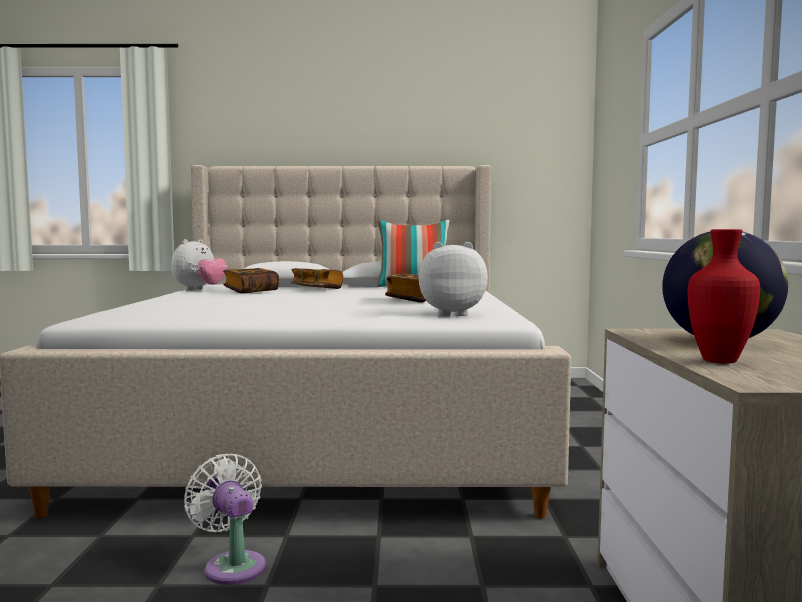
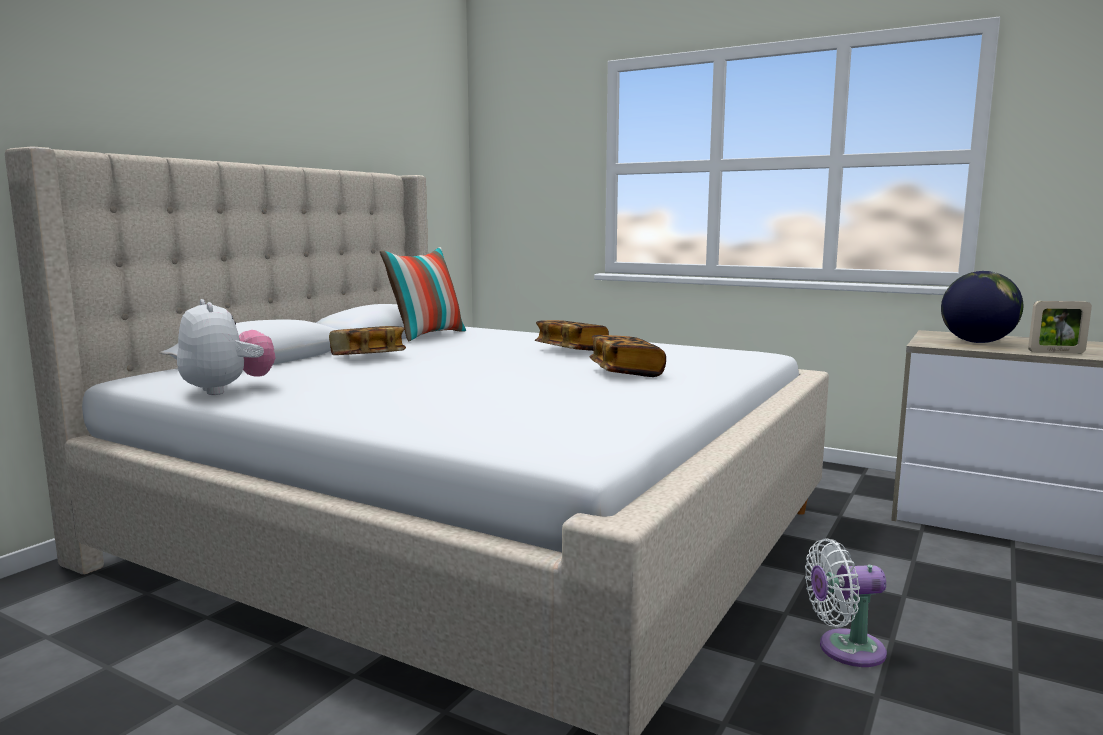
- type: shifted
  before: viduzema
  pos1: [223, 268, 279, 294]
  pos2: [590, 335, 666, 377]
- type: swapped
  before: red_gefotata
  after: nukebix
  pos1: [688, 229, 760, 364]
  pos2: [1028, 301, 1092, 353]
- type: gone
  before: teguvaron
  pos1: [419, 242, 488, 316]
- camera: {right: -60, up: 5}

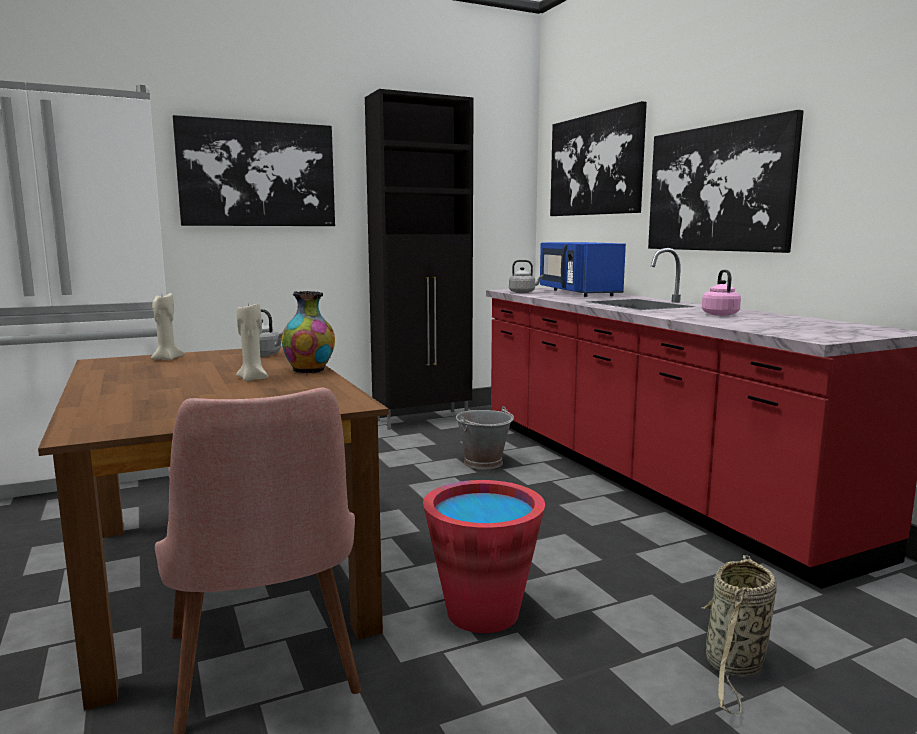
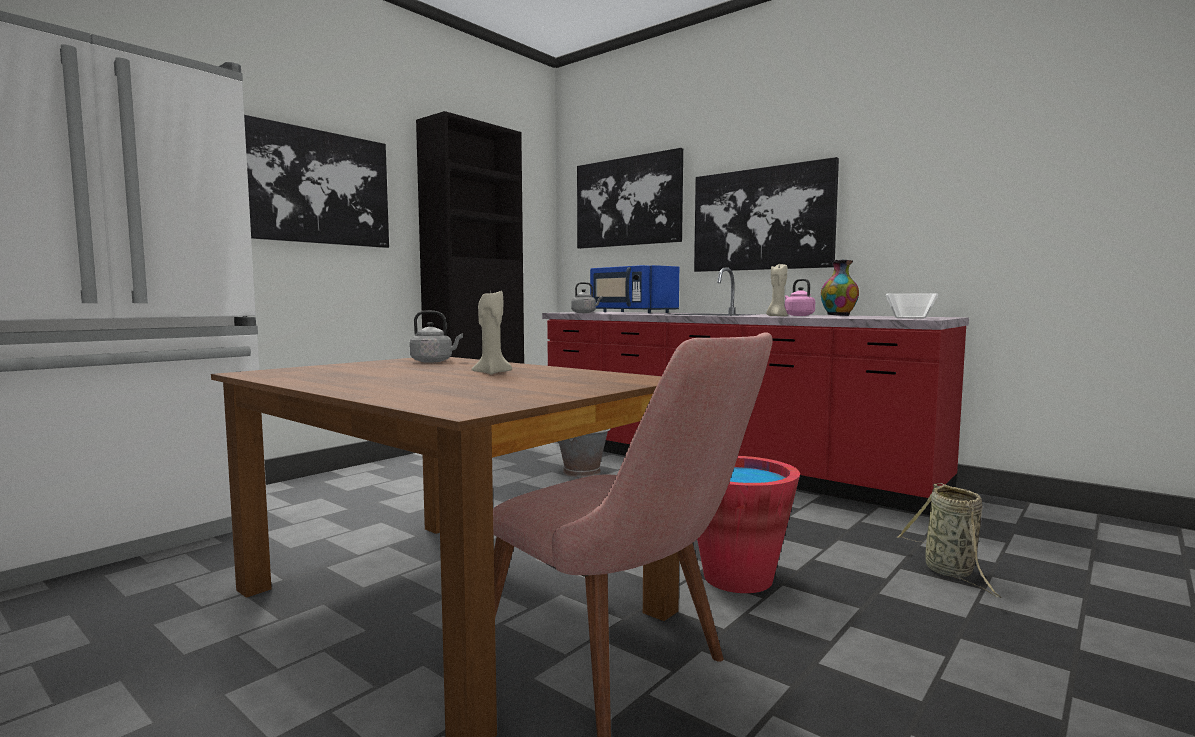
- type: shifted
  before: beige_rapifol
  pos1: [151, 293, 184, 361]
  pos2: [766, 264, 787, 317]
- type: shifted
  before: gefotata
  pos1: [282, 291, 335, 374]
  pos2: [821, 260, 859, 316]
- type: new
  after: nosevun
  pos2: [886, 293, 938, 319]
- camera: {right: -25, up: -5}

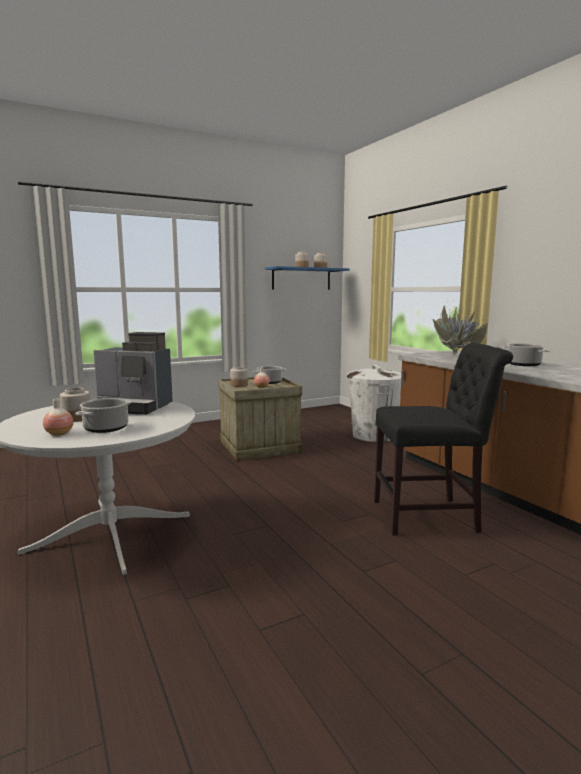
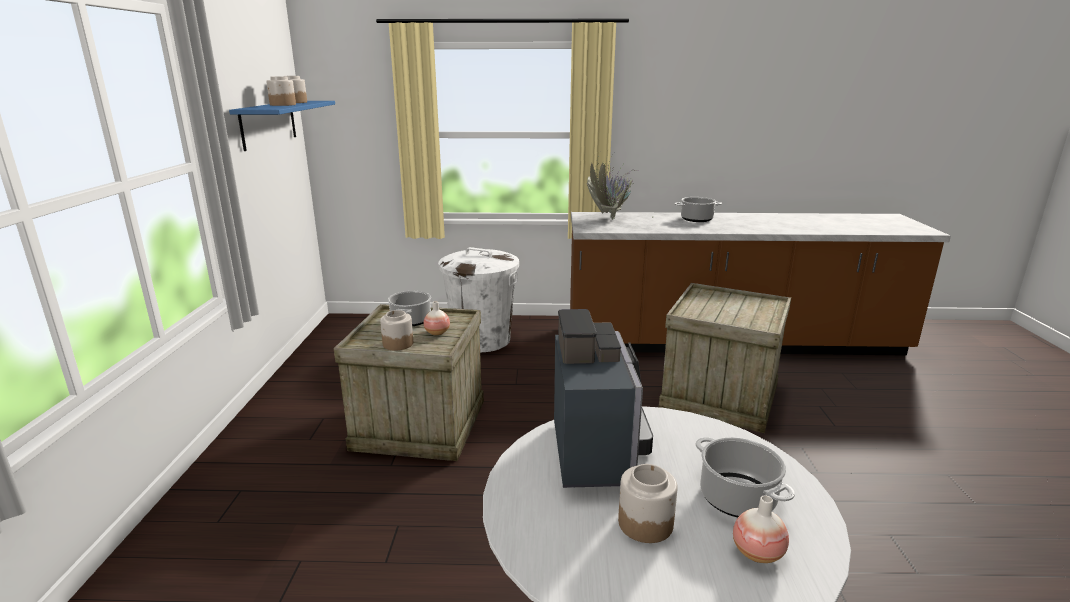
- type: rotated
  before: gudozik
  pos1: [94, 332, 173, 415]
  pos2: [554, 309, 653, 488]
  turn: -45
- type: swapped
  before: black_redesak
  after: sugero
  pos1: [374, 343, 513, 536]
  pos2: [659, 283, 791, 433]
- camera: {right: -60, up: 10}

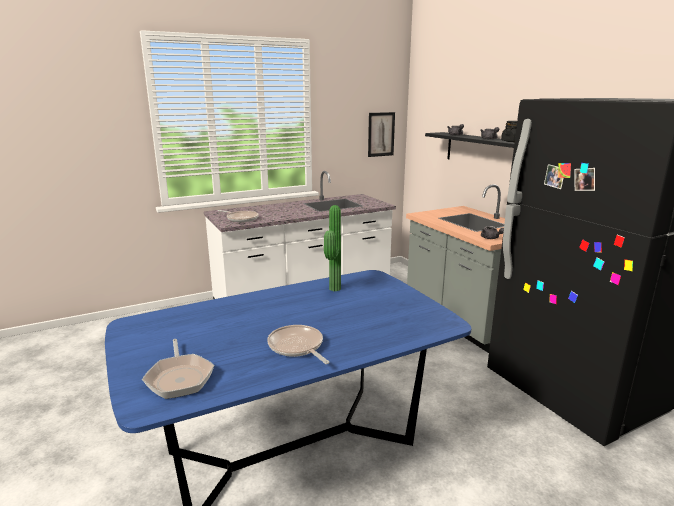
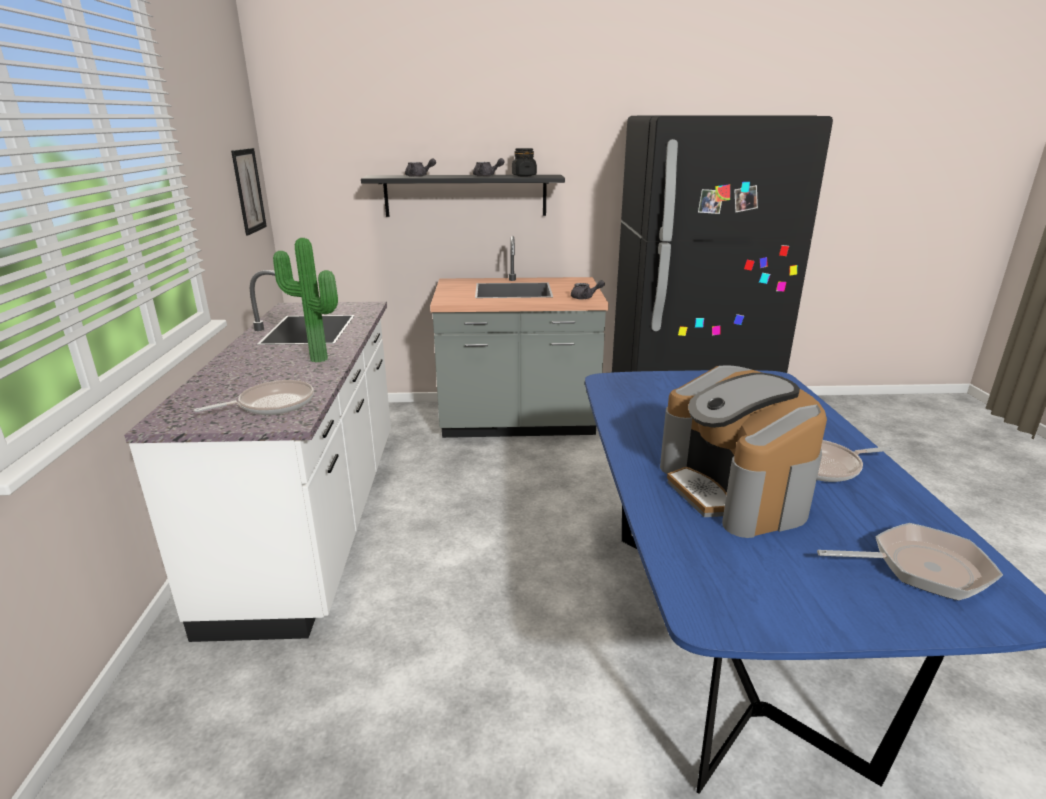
- type: shifted
  before: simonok
  pos1: [324, 205, 341, 291]
  pos2: [273, 238, 338, 362]
- type: new
  after: gudozik
  pos2: [660, 365, 827, 538]
- camera: {right: -65, up: 5}

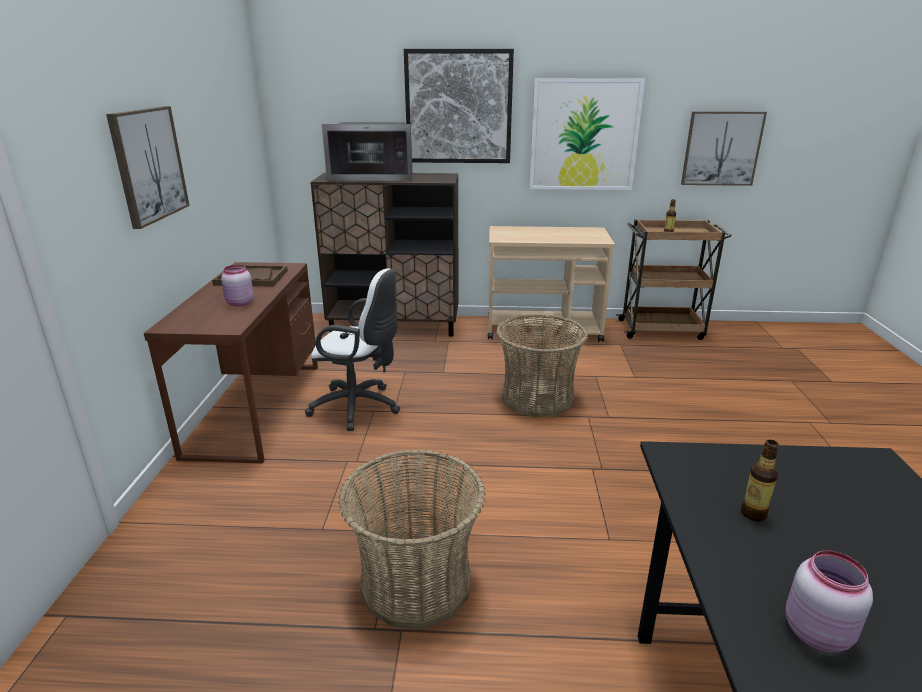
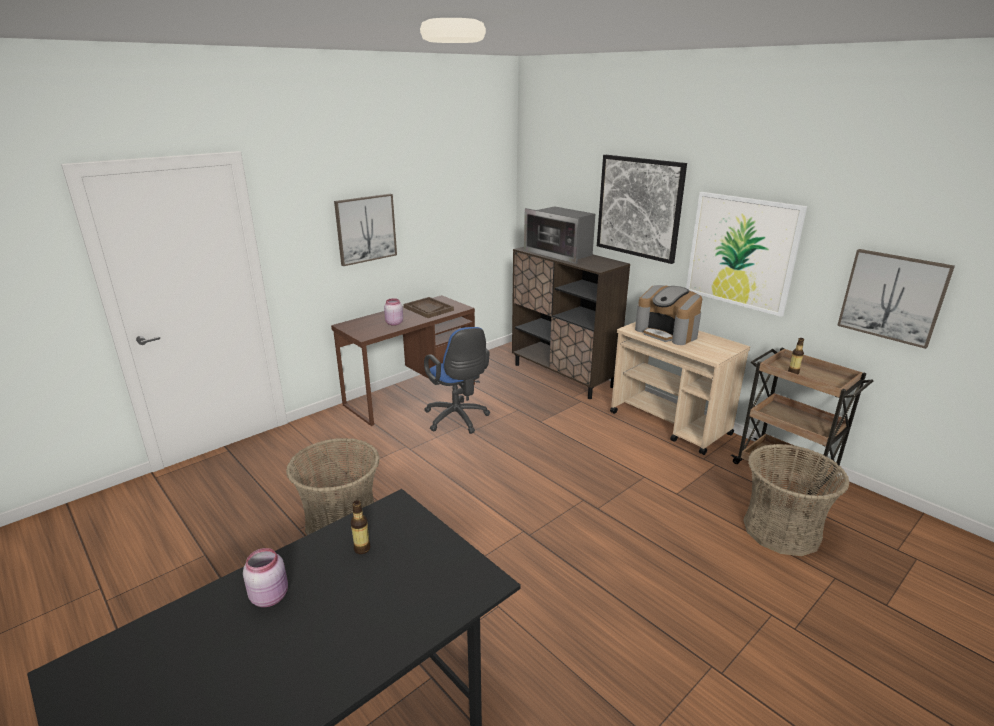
- type: repainted
  before: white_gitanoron
  after: blue_gitanoron
  pos1: [305, 268, 400, 431]
  pos2: [424, 327, 490, 434]
- type: new
  after: gudozik
  pos2: [635, 285, 702, 345]
- type: shifted
  before: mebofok
  pos1: [496, 313, 588, 417]
  pos2: [743, 444, 850, 556]
- camera: {right: 45, up: 0}

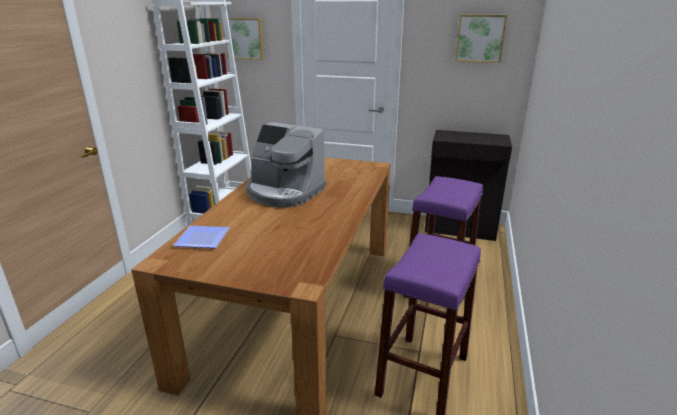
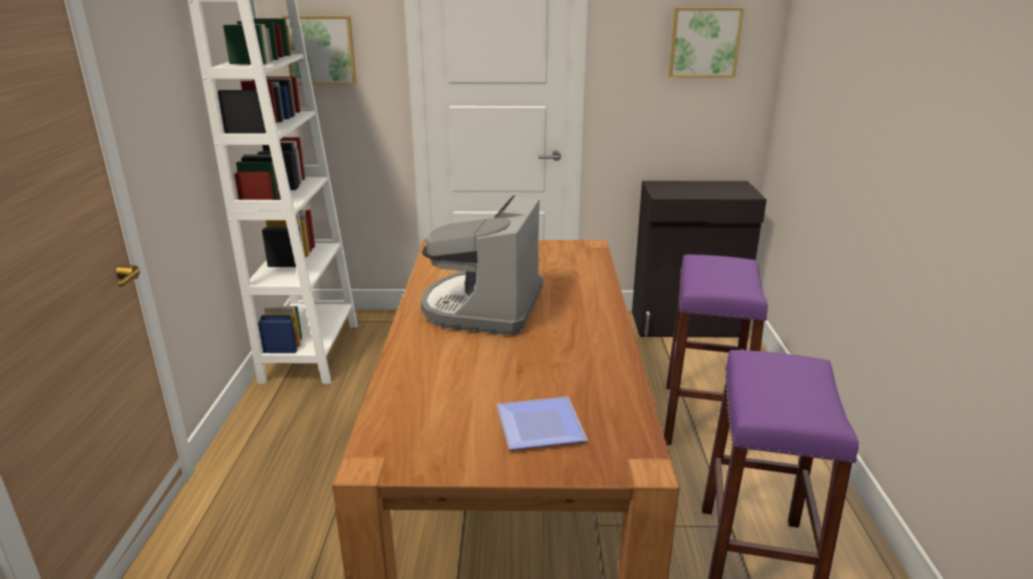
- type: rotated
  before: gudozik
  pos1: [246, 122, 326, 207]
  pos2: [421, 195, 543, 336]
  turn: 90
- type: shifted
  before: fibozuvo
  pos1: [173, 226, 230, 248]
  pos2: [497, 397, 588, 450]
- camera: {right: -15, up: 0}

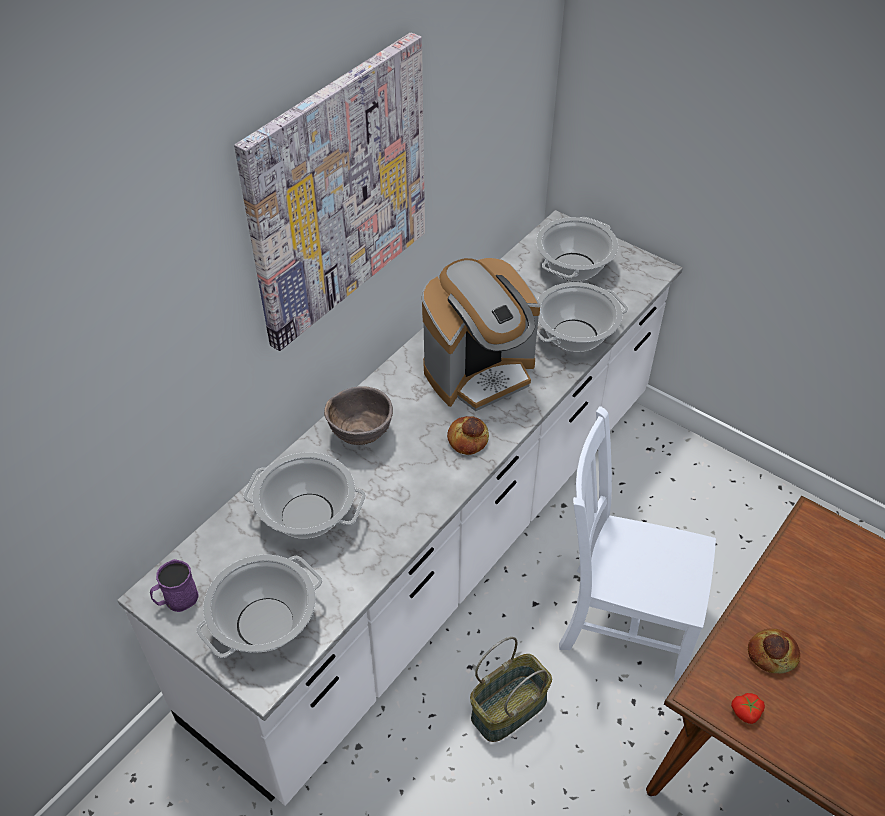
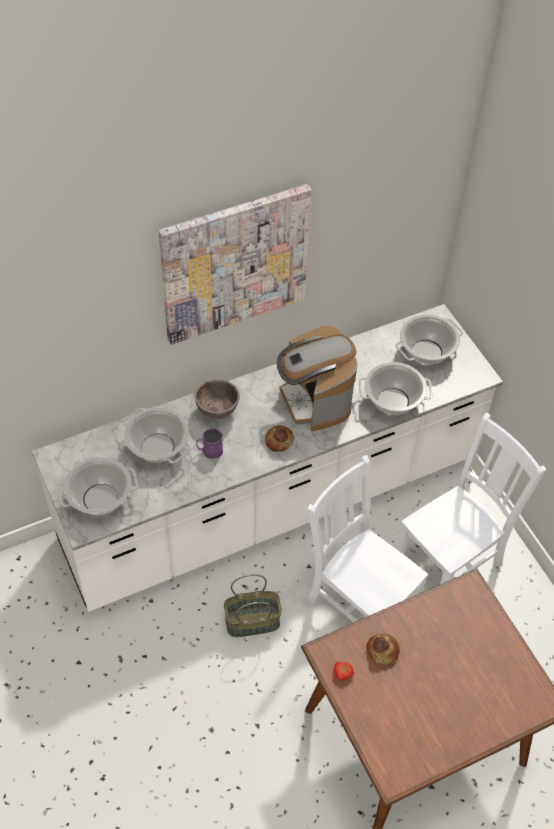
- type: shifted
  before: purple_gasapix
  pos1: [150, 559, 198, 612]
  pos2: [196, 428, 223, 459]
- type: rotated
  before: gudozik
  pos1: [422, 258, 540, 411]
  pos2: [277, 325, 358, 431]
  turn: 75
- type: new
  after: white_redesak
  pos2: [396, 413, 546, 584]
- camera: {right: 25, up: 5}

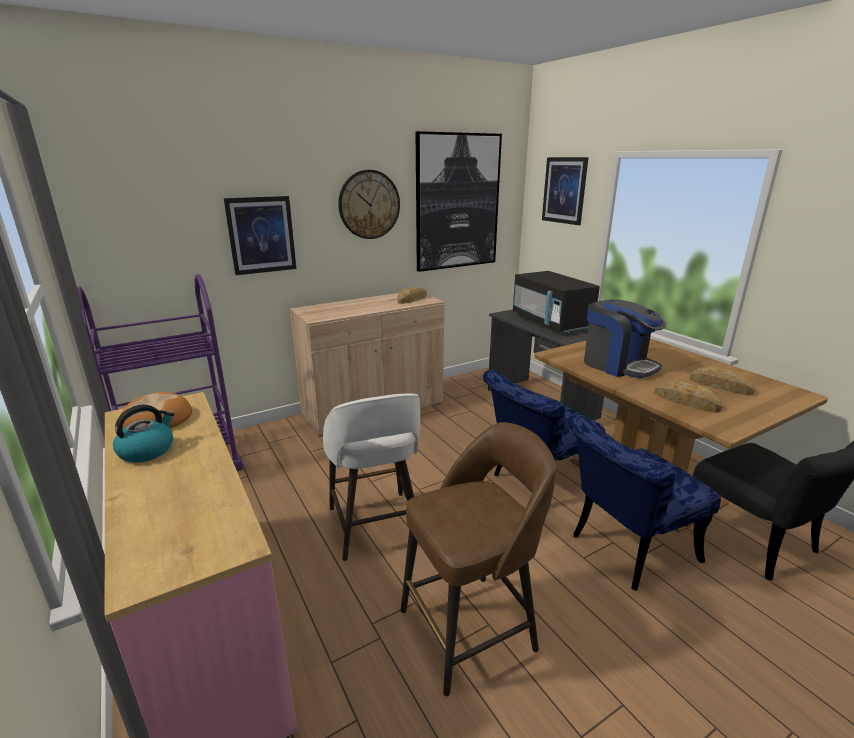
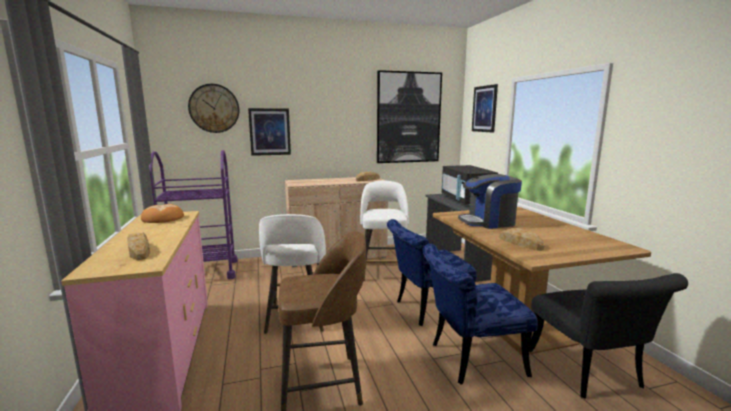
- type: shifted
  before: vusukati
  pos1: [689, 366, 756, 395]
  pos2: [127, 232, 150, 260]
- type: shifted
  before: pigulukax
  pos1: [338, 170, 400, 239]
  pos2: [188, 84, 239, 133]
- type: new
  after: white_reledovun
  pos2: [360, 181, 409, 281]
- type: rotated
  before: gudozik
  pos1: [584, 299, 666, 378]
  pos2: [458, 174, 522, 229]
  turn: 105
- type: gone
  before: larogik
  pos1: [113, 405, 174, 463]
- camera: {right: 15, up: -10}

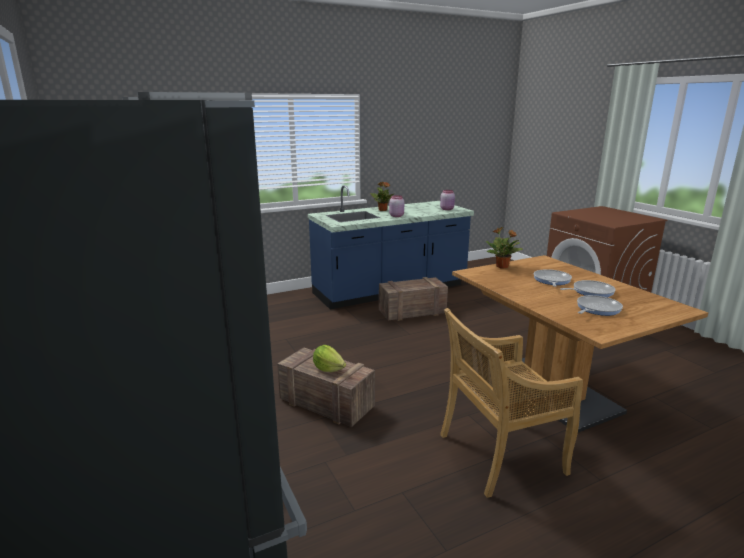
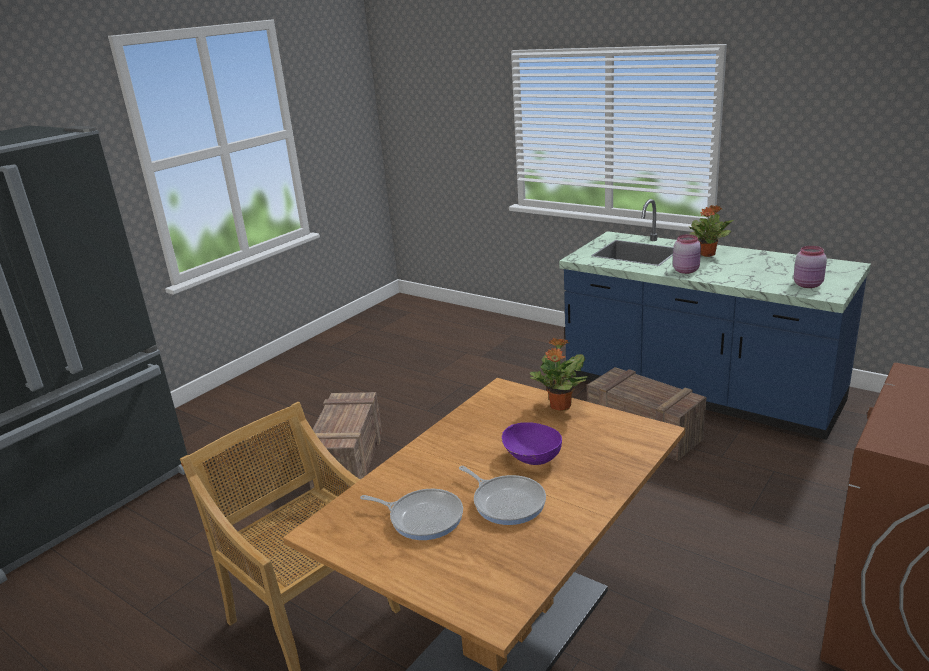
- type: swapped
  before: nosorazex
  after: purple_nosevun
  pos1: [534, 269, 572, 287]
  pos2: [502, 422, 562, 465]
- type: gone
  before: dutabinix
  pos1: [313, 345, 346, 372]
- camera: {right: 65, up: 5}

